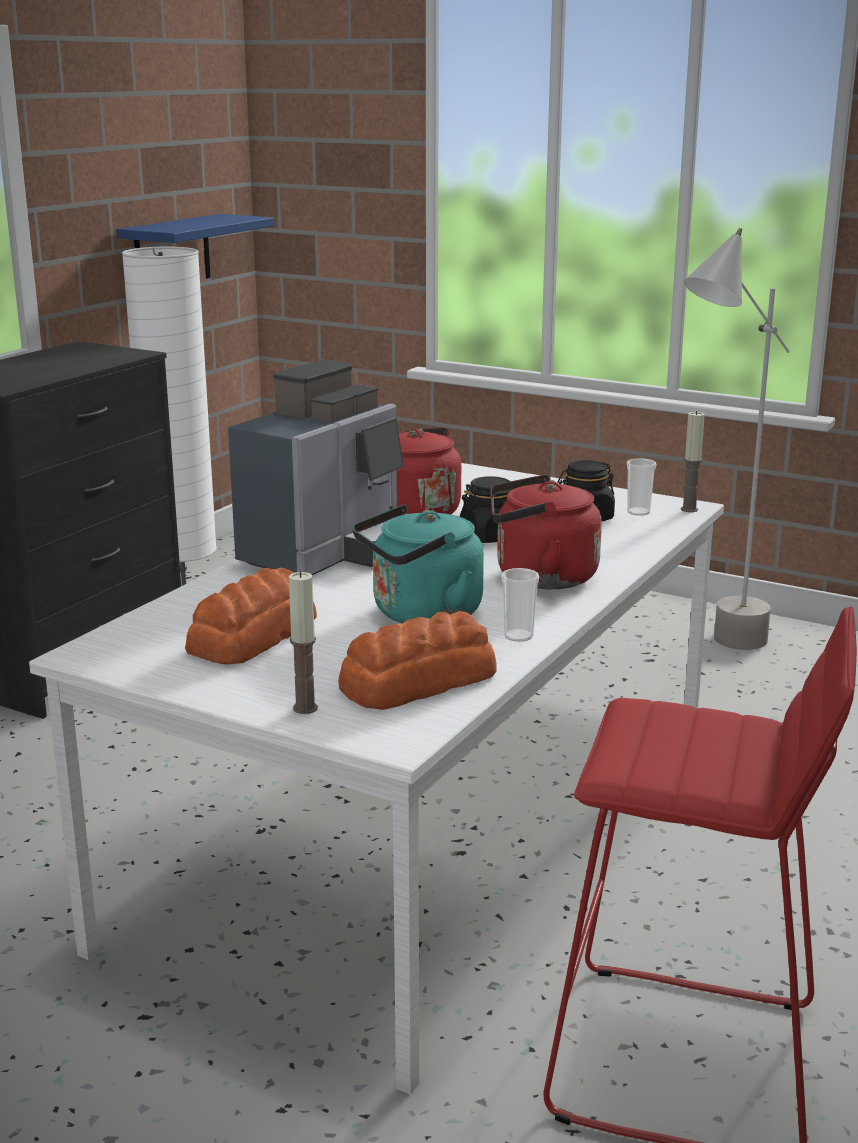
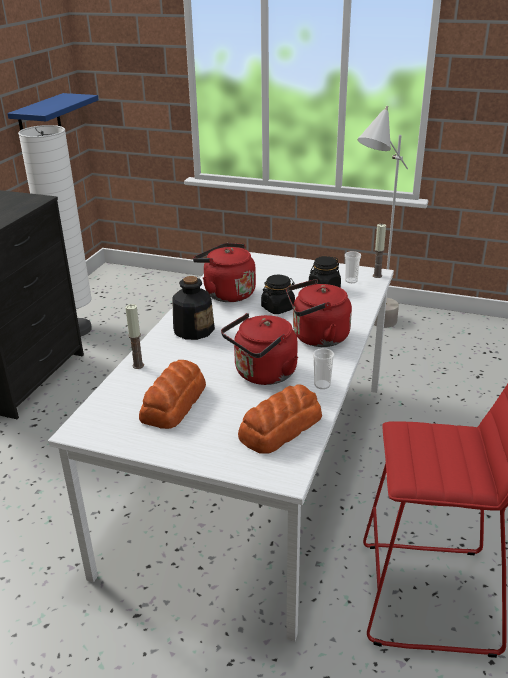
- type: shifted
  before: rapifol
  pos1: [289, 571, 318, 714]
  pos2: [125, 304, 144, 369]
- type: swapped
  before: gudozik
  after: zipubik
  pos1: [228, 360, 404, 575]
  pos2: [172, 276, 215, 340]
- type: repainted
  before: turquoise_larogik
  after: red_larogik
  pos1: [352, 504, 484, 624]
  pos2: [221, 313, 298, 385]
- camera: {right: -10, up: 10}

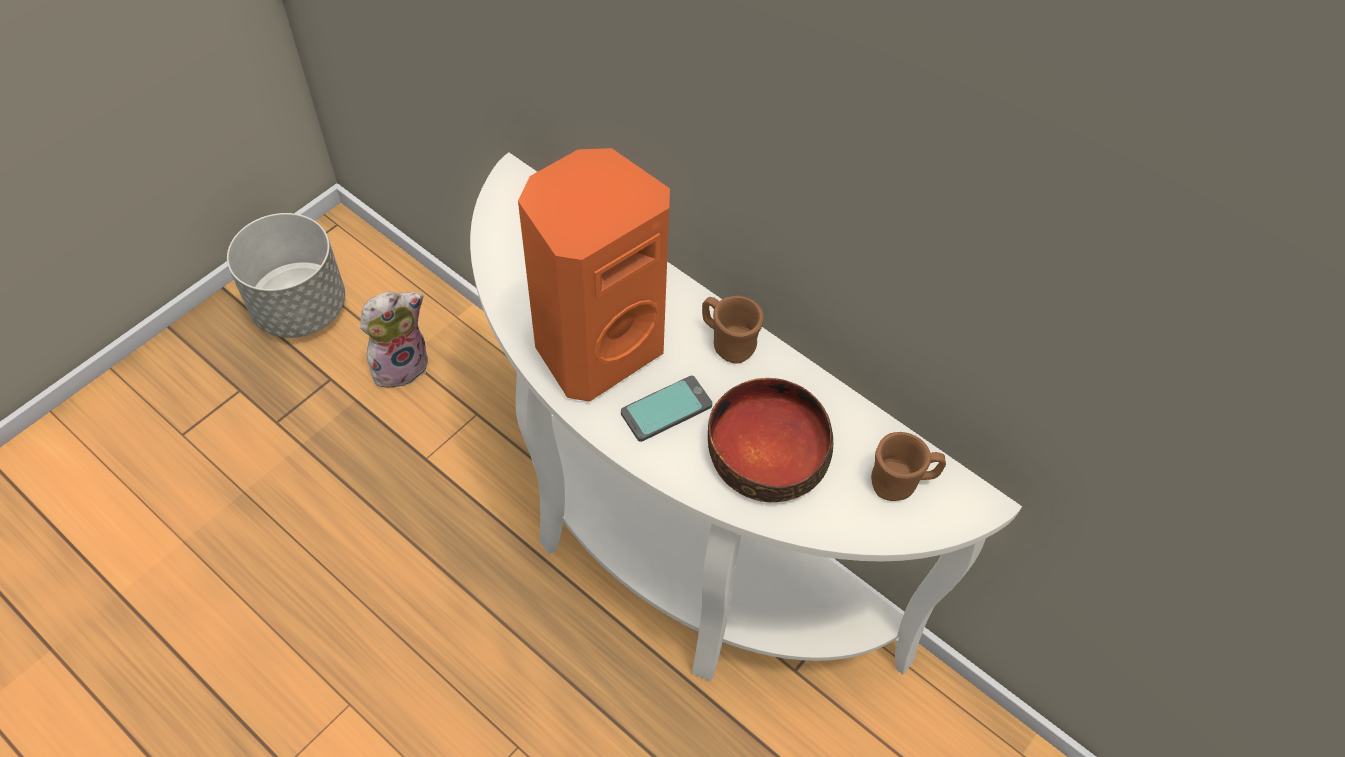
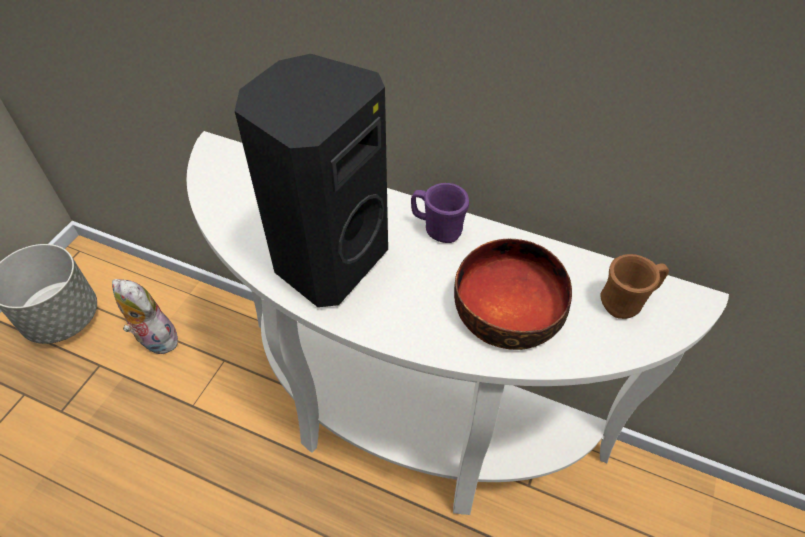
- type: rotated
  before: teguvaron
  pos1: [360, 291, 428, 388]
  pos2: [112, 279, 178, 354]
  turn: -90
- type: repainted
  before: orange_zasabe
  after: black_zasabe
  pos1: [518, 148, 670, 402]
  pos2: [235, 54, 388, 307]
- type: repainted
  before: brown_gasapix
  after: purple_gasapix
  pos1: [702, 296, 763, 364]
  pos2: [411, 183, 469, 243]
- type: gone
  before: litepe
  pos1: [621, 376, 712, 442]
- camera: {right: -15, up: -5}

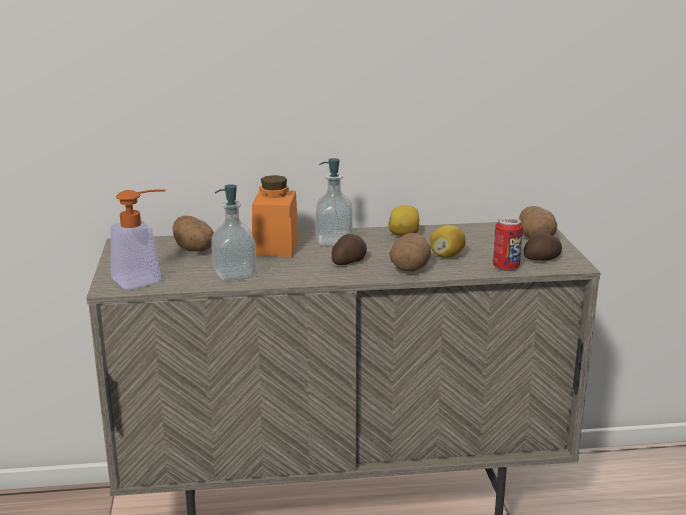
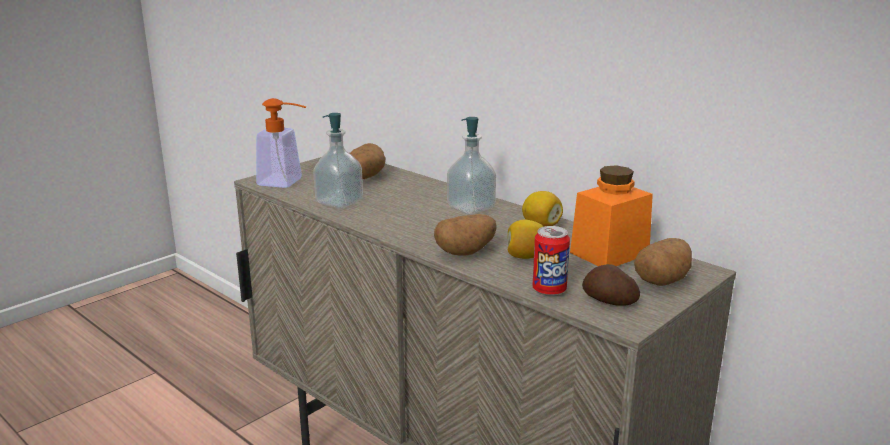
- type: shifted
  before: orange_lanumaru
  pos1: [252, 175, 299, 257]
  pos2: [570, 165, 653, 266]
- type: gone
  before: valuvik
  pos1: [332, 234, 367, 265]
- camera: {right: 50, up: 0}

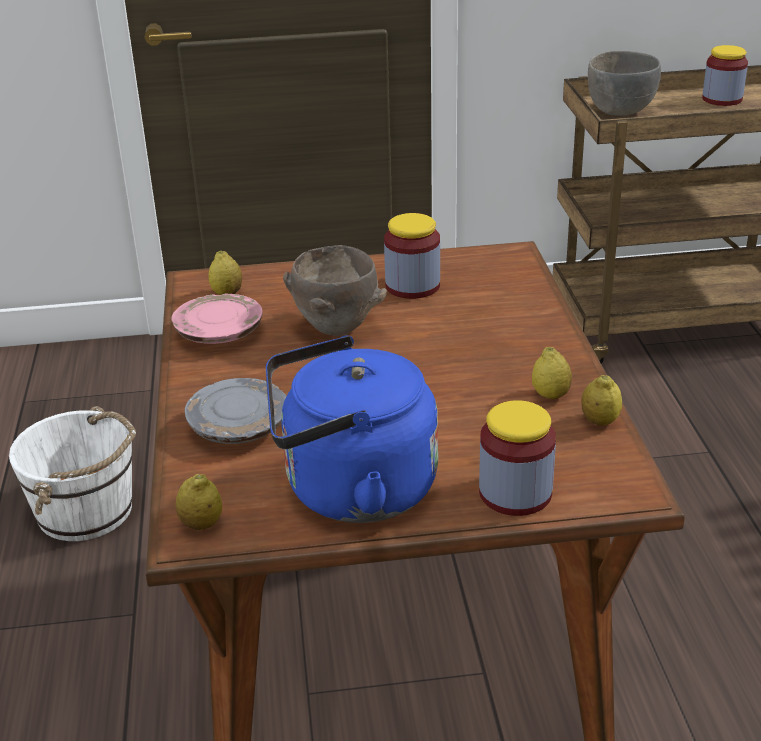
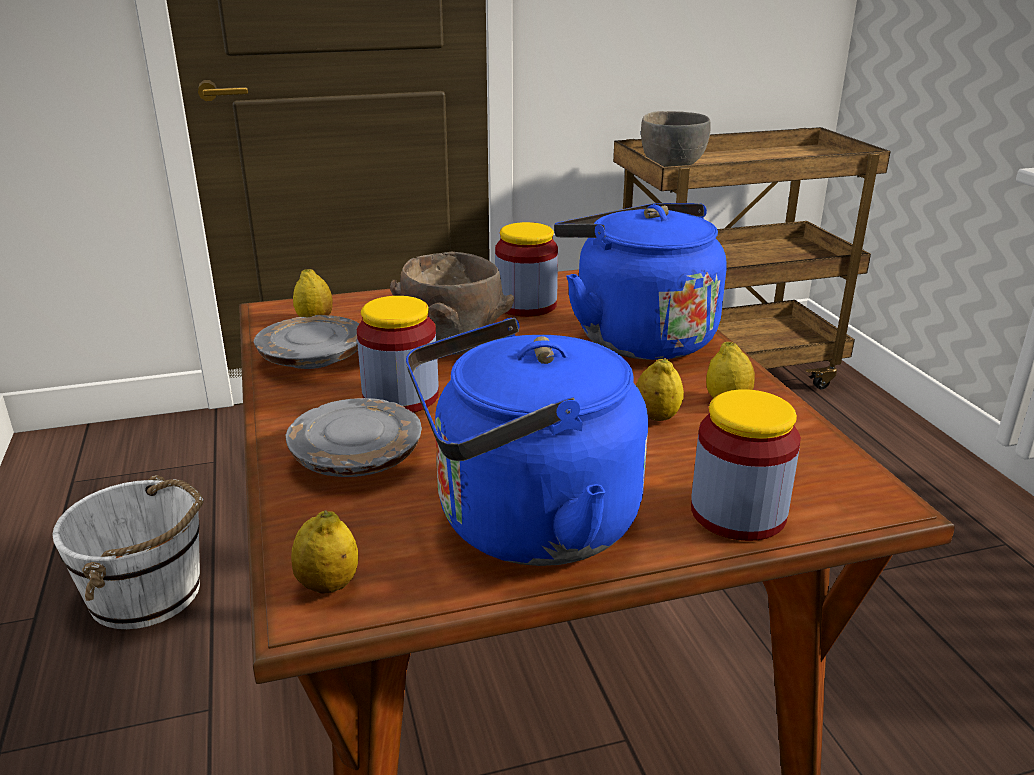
- type: repainted
  before: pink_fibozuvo
  after: grey_fibozuvo
  pos1: [171, 294, 263, 344]
  pos2: [254, 315, 359, 369]
- type: shifted
  before: lanumaru
  pos1: [702, 45, 748, 106]
  pos2: [357, 296, 439, 413]
- type: new
  after: blue_larogik
  pos2: [554, 203, 727, 360]
- type: shifted
  before: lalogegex
  pos1: [581, 375, 622, 425]
  pos2: [636, 358, 684, 421]
- camera: {right: -10, up: -5}

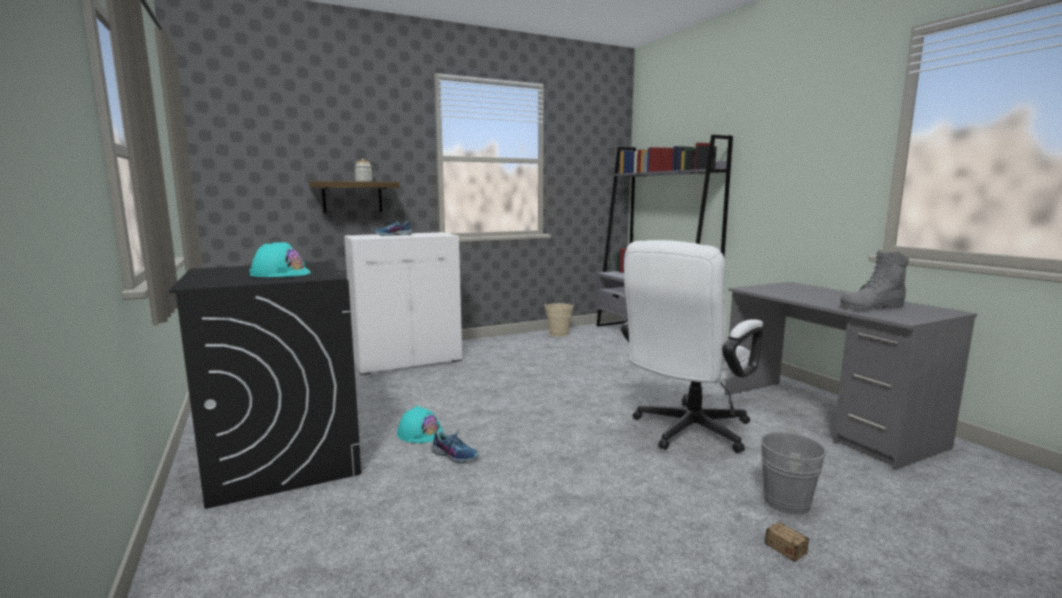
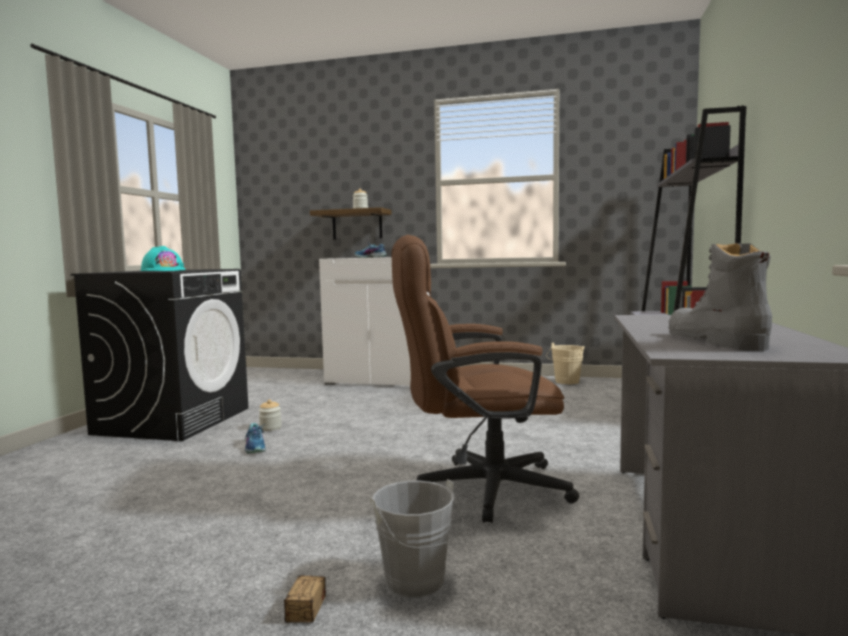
- type: swapped
  before: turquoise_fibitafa
  after: lanumaru
  pos1: [397, 406, 444, 443]
  pos2: [259, 400, 282, 431]
- type: repainted
  before: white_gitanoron
  after: brown_gitanoron
  pos1: [621, 240, 763, 453]
  pos2: [391, 235, 579, 523]
- type: rotated
  before: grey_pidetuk
  pos1: [840, 250, 909, 310]
  pos2: [668, 243, 772, 351]
  turn: 60
- camera: {right: 40, up: -5}

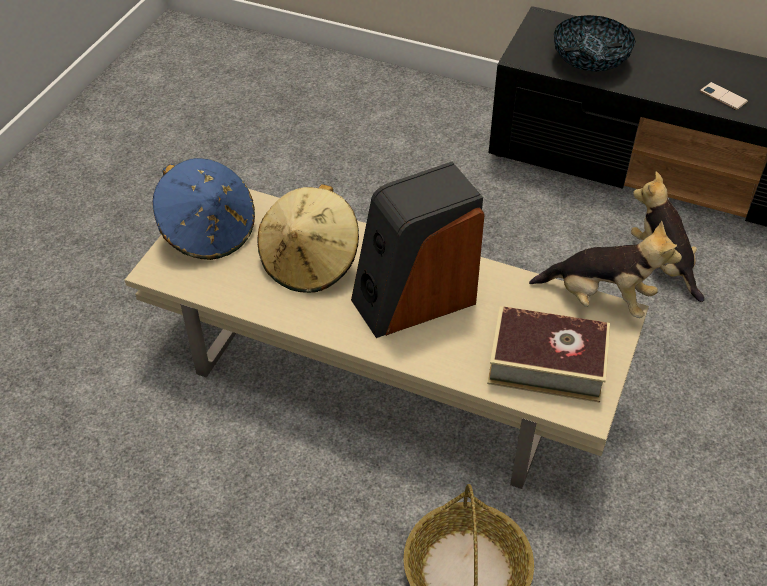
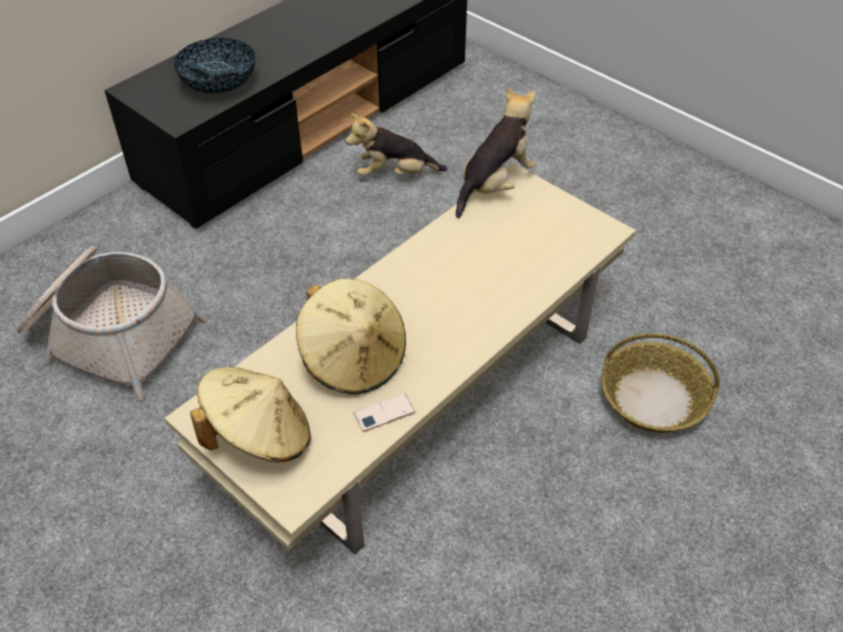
- type: new
  after: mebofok
  pos2: [16, 246, 207, 401]
- type: repainted
  before: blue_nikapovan
  after: beige_nikapovan
  pos1: [153, 158, 255, 260]
  pos2: [190, 367, 310, 462]
- type: shifted
  before: litepe
  pos1: [700, 82, 748, 110]
  pos2: [353, 393, 415, 432]
- type: gone
  before: zasabe
  pos1: [351, 162, 485, 338]
- type: gone
  before: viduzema
  pos1: [487, 306, 610, 403]
- camera: {right: -70, up: 0}

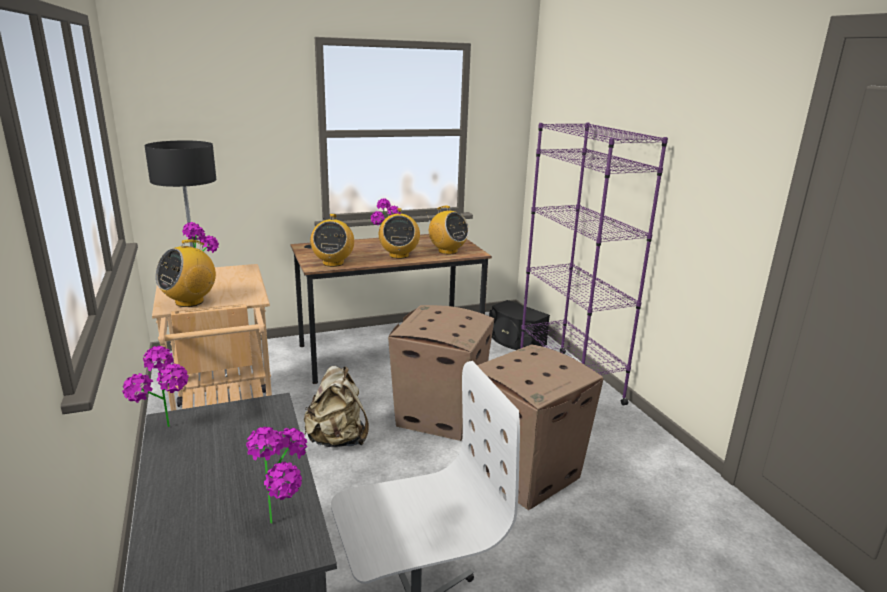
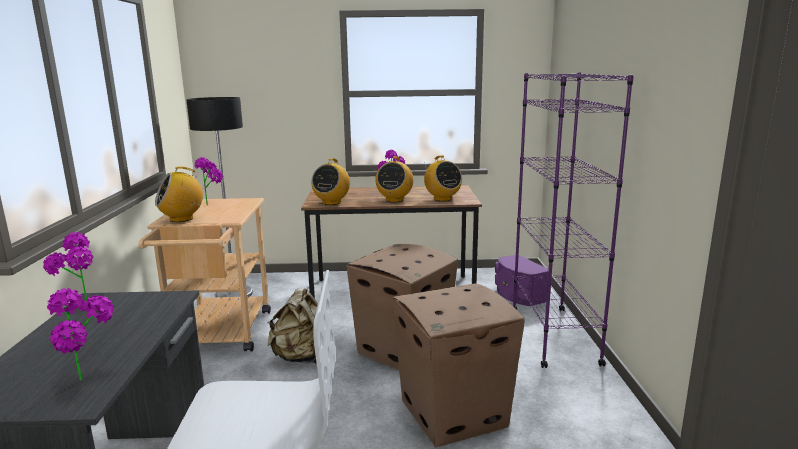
- type: repainted
  before: black_zasabe
  after: purple_zasabe
  pos1: [489, 300, 550, 350]
  pos2: [495, 255, 549, 306]
- camera: {right: 20, up: -5}

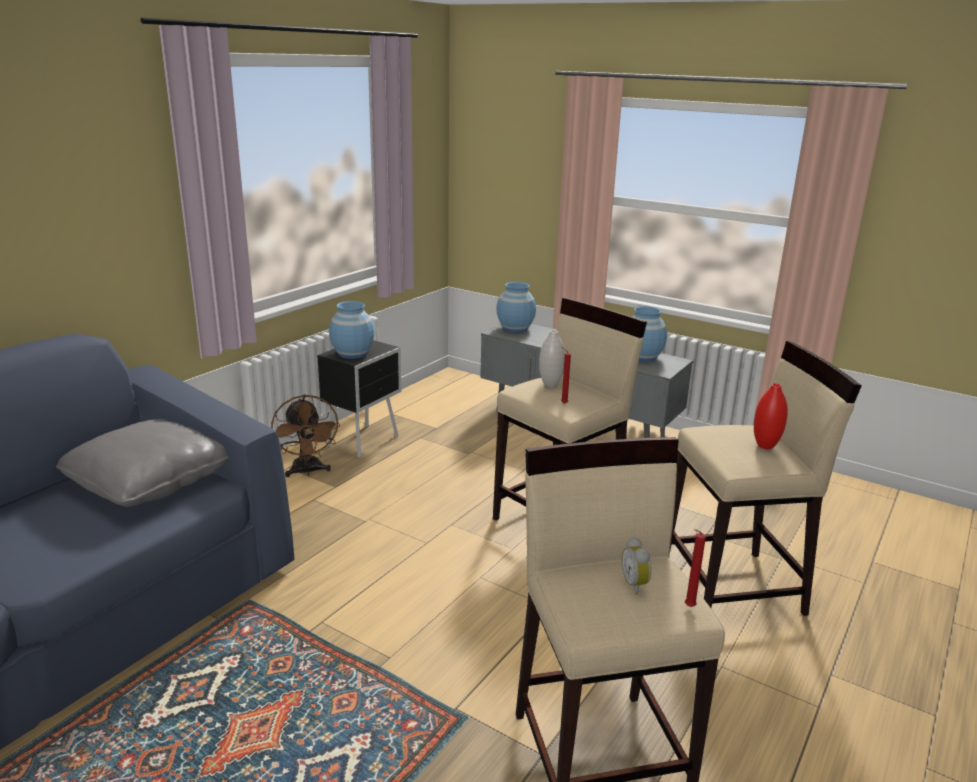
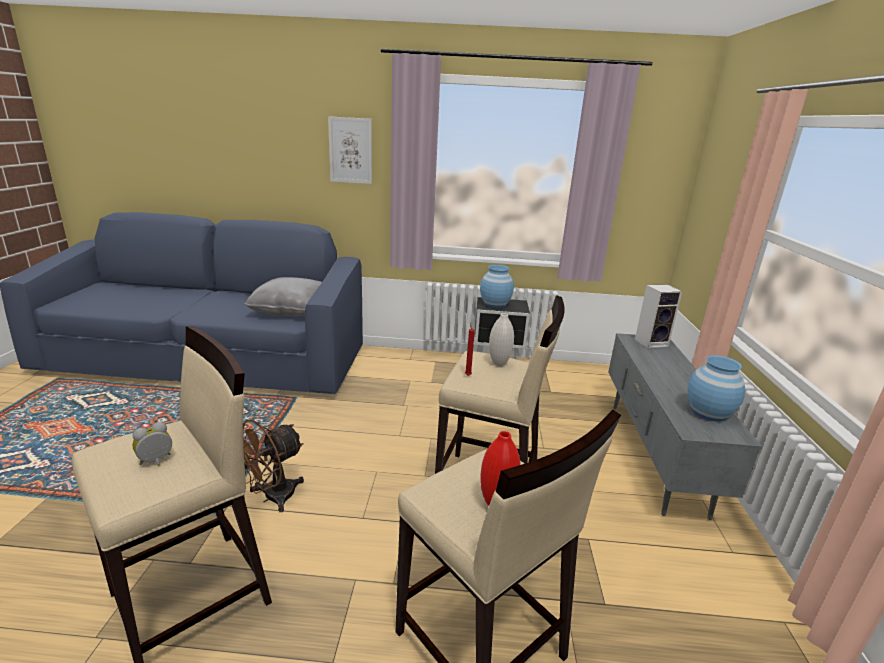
- type: shifted
  before: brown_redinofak
  pos1: [271, 395, 340, 477]
  pos2: [243, 419, 304, 512]
- type: new
  after: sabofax
  pos2: [328, 116, 372, 184]
- type: swapped
  before: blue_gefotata
  after: zasabe
  pos1: [496, 282, 536, 333]
  pos2: [635, 284, 682, 348]
- type: gone
  before: red_rapifol
  pos1: [685, 529, 706, 607]
- camera: {right: 60, up: 0}

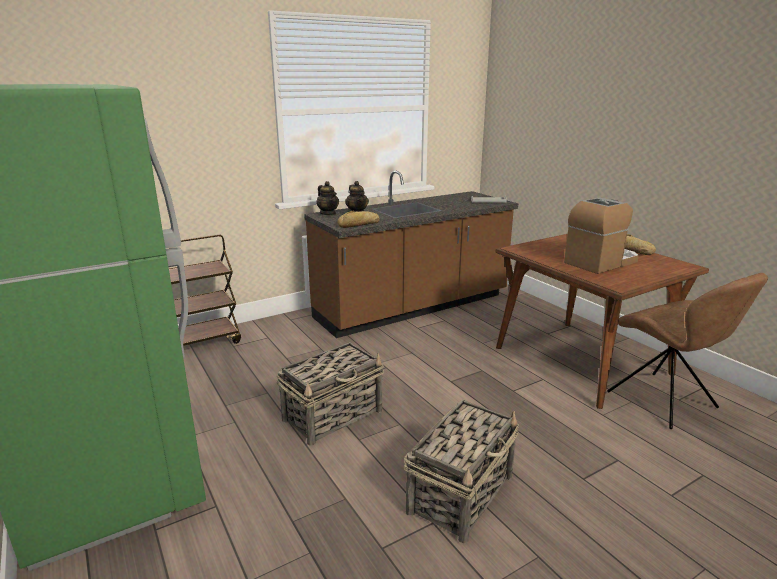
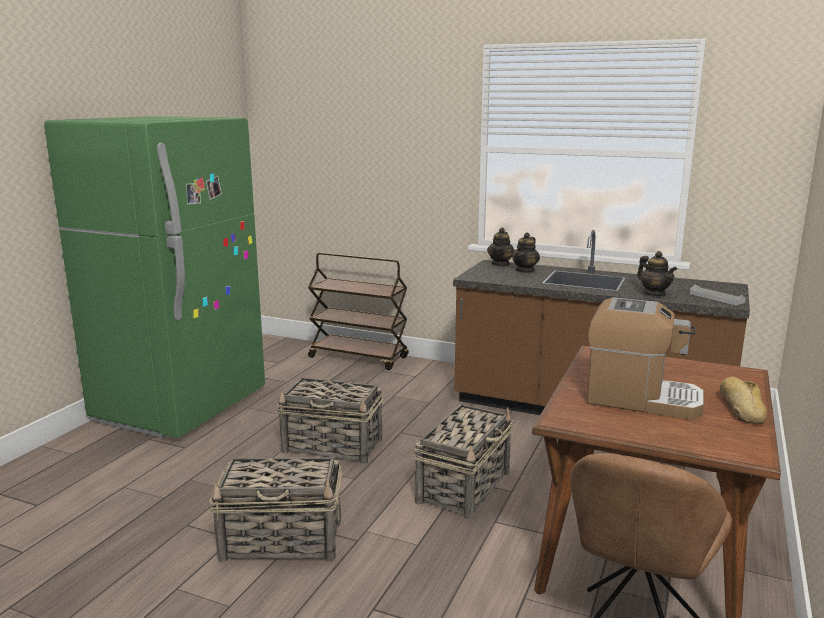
- type: new
  after: mebofok
  pos2: [413, 404, 513, 520]
- type: new
  after: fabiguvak
  pos2: [637, 251, 677, 296]
- type: gone
  before: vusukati
  pos1: [337, 211, 380, 228]
- camera: {right: 55, up: -5}

